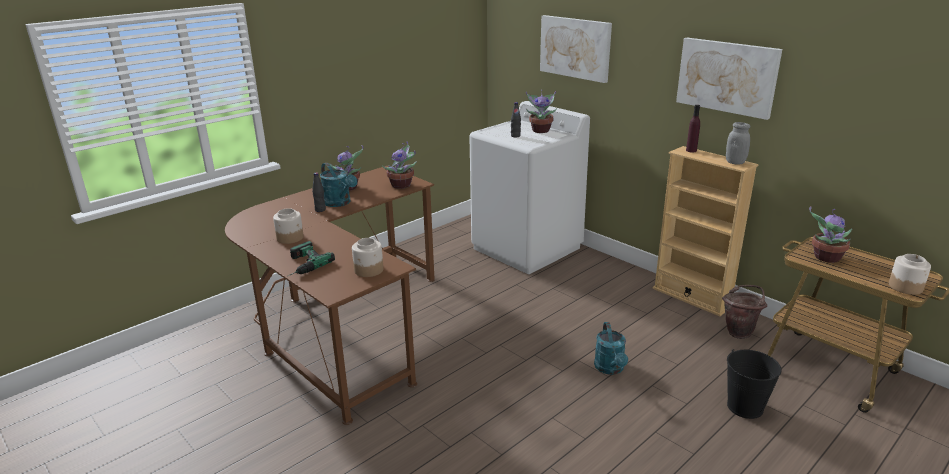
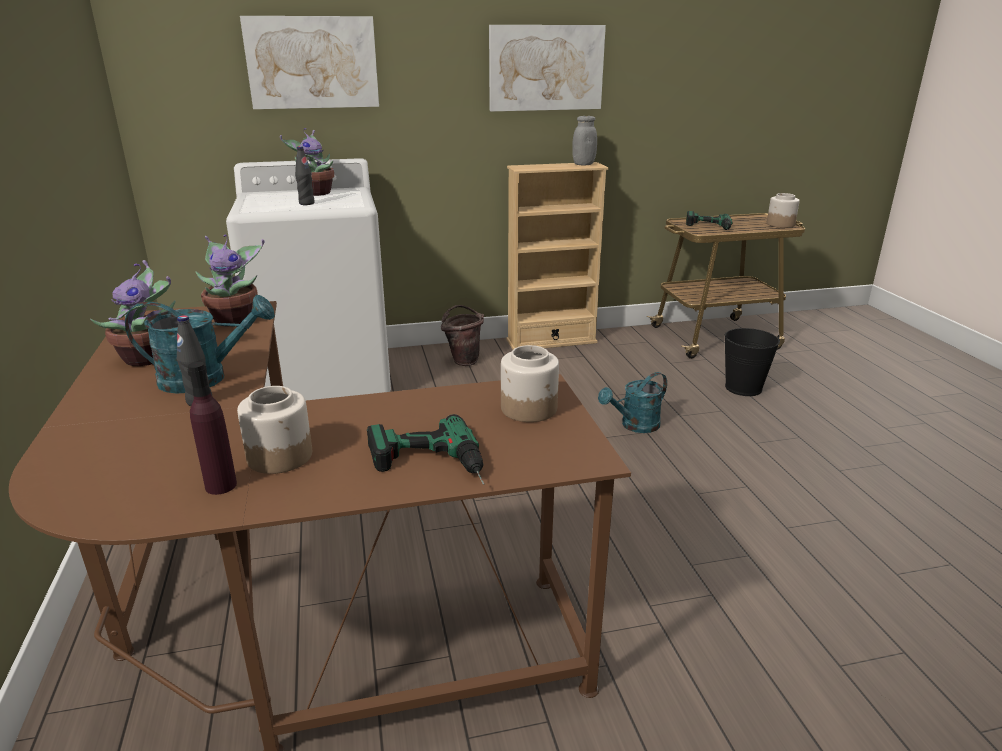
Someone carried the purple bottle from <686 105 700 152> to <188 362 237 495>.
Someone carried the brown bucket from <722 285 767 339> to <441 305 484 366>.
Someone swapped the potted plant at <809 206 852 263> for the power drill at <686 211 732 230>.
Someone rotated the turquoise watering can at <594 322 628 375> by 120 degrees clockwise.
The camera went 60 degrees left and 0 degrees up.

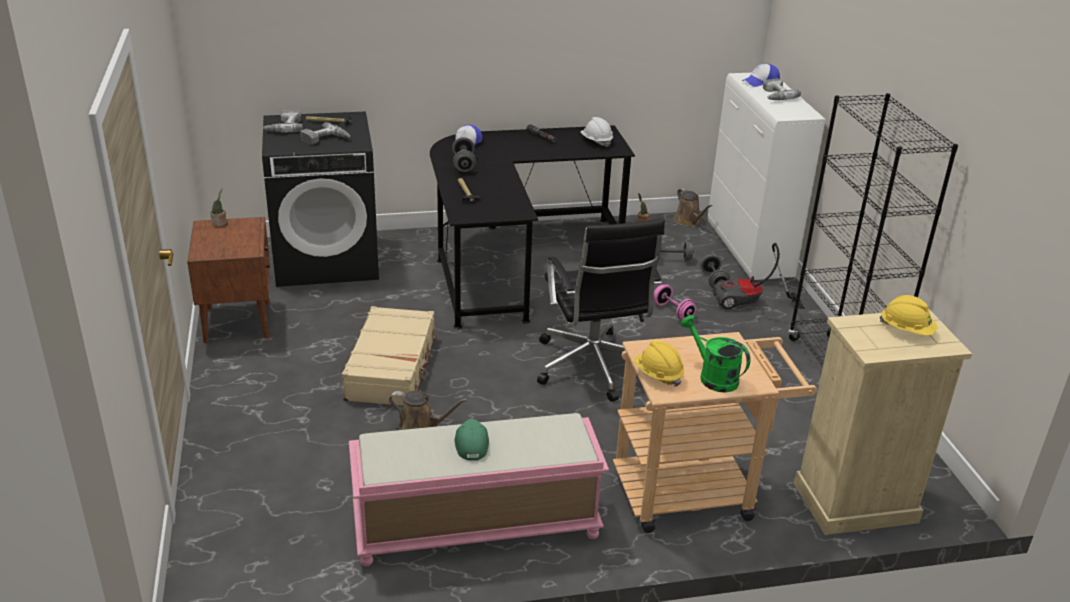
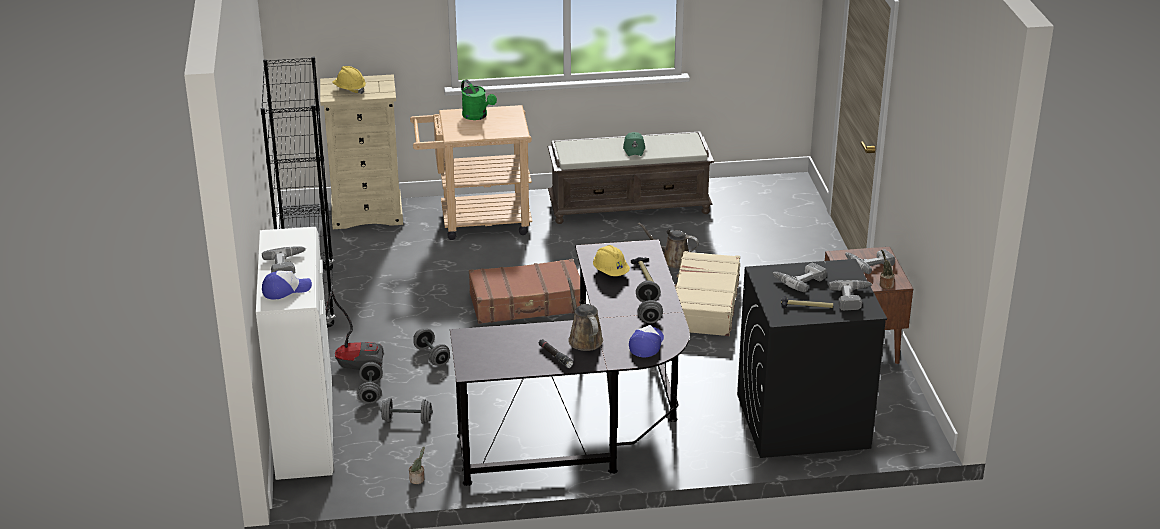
Someone took away the white hard hat at <581 117 613 147>.
Someone put down the power drill at <845 249 895 274>.
Someone carried the yellow hard hat from <633 340 684 387> to <593 245 630 276>.
Someone carried the brown watering can from <674 188 712 226> to <567 278 603 351>.
Someone swapped the black office chair at <537 218 665 402> for the brown suitcase at <469 259 580 324>.
Someone repainted the pink bench at <349 413 609 566>, which became the brown bench at <548 131 714 224>.
Someone repainted the pink dumbbell at <654 285 696 320>, which became the grey dumbbell at <413 328 450 366>.
The camera went 175 degrees left and 0 degrees up.

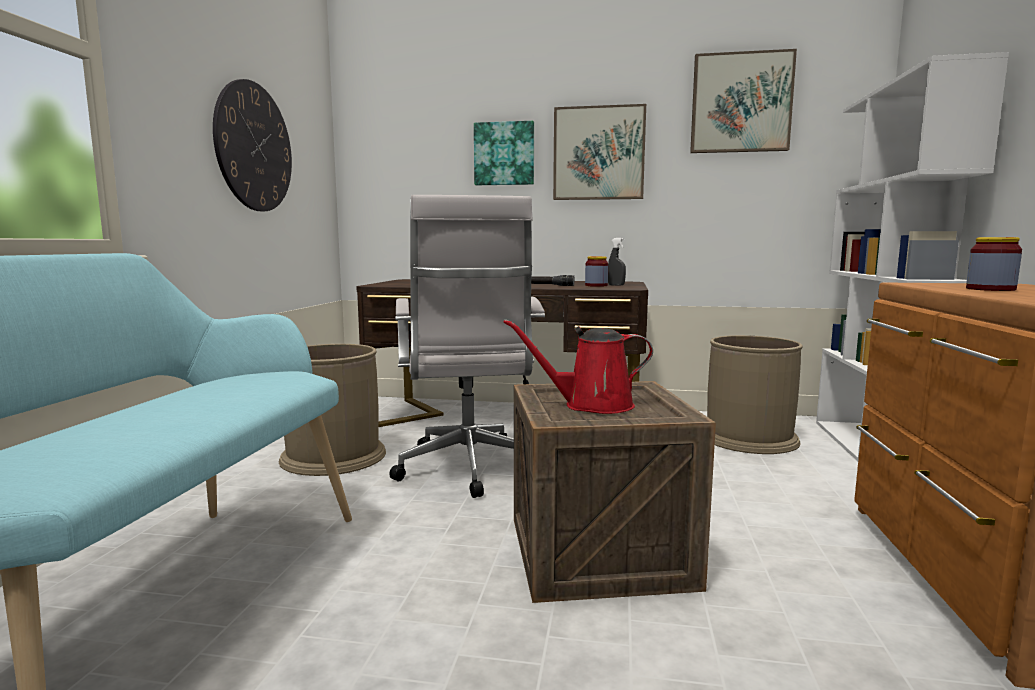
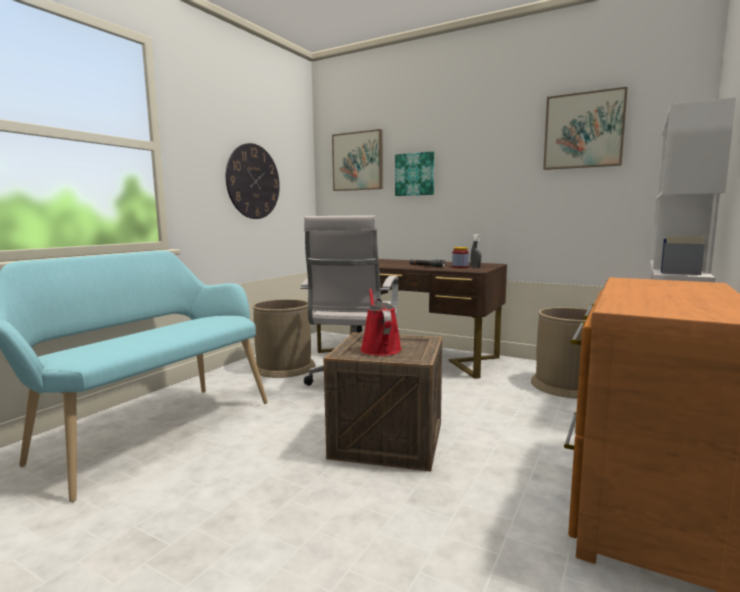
Someone took away the jar at <966 237 1022 291>.
Someone carried the picture from <553 104 646 200> to <332 129 383 191>.
Someone rotated the red watering can at <503 319 653 414> by 60 degrees clockwise.
The camera went 20 degrees right and 0 degrees up.

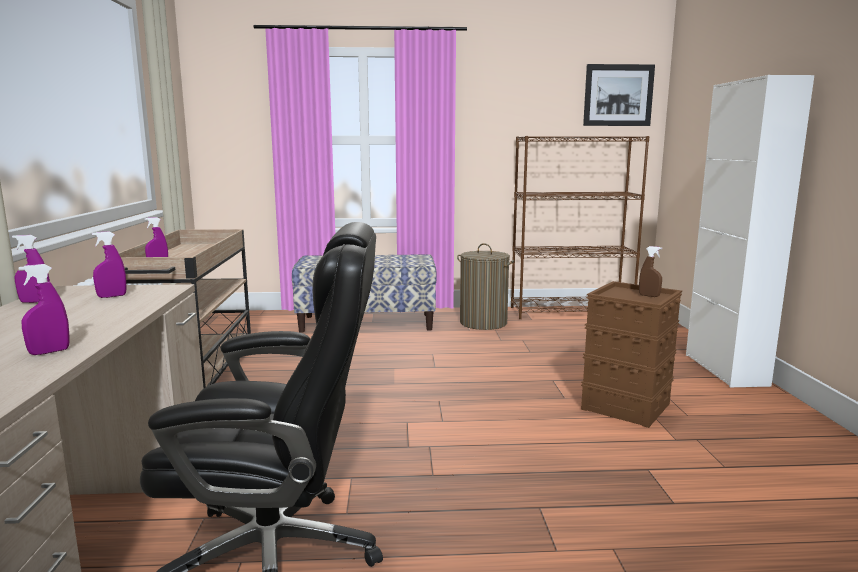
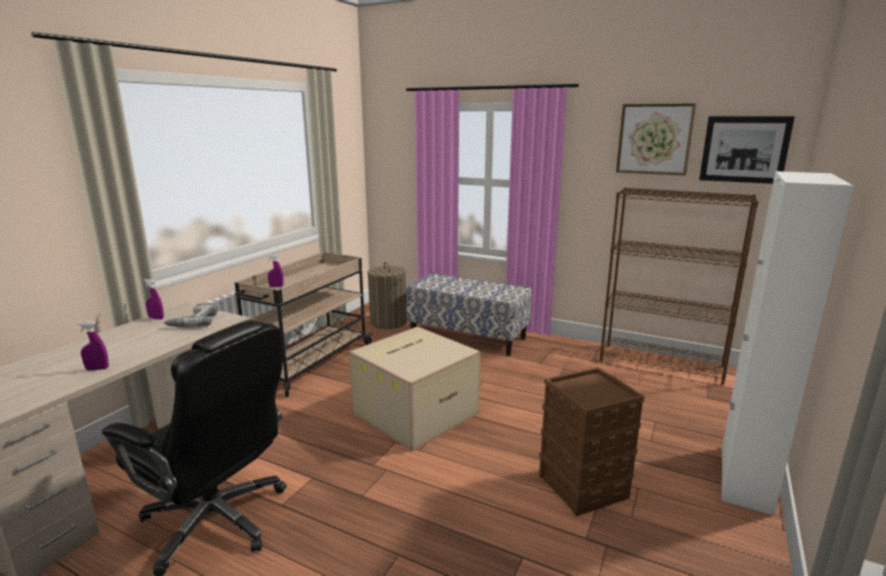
Someone took away the brown spray bottle at <639 246 662 297>.
Someone put down the cardboard box at <349 326 481 451>.
Someone put up the picture at <616 103 696 175>.
Someone carried the laundry basket from <457 243 514 330> to <368 262 407 329>.
Someone swapped the purple spray bottle at <92 231 126 298> for the power drill at <164 303 218 327>.
The camera went 30 degrees right and 5 degrees up.

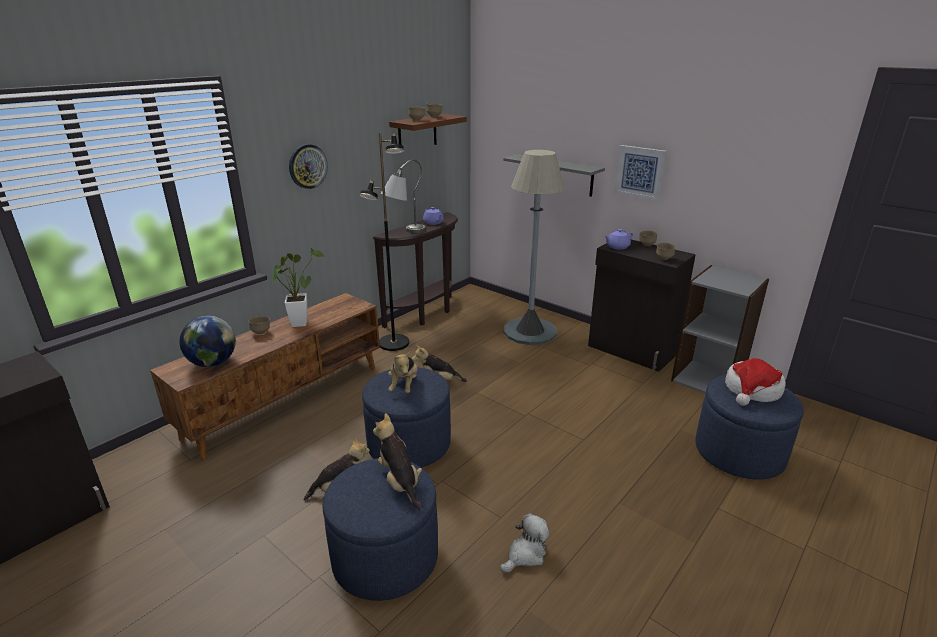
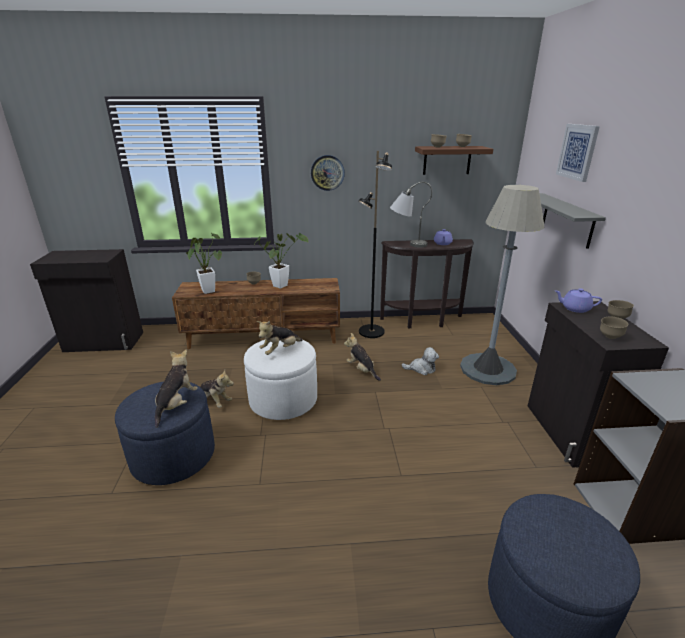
Someone took away the hat at <725 358 786 406>.
Someone carried the plush toy from <500 513 549 573> to <402 347 439 375>.
Someone carried the picture from <614 145 667 201> to <556 124 600 182>.
Someone swapped the globe at <179 316 236 367> for the potted plant at <186 233 222 294>.
Someone repainted the blue ottoman at <362 367 451 468>, which became the white ottoman at <244 340 317 420>.
The camera went 45 degrees right and 0 degrees up.

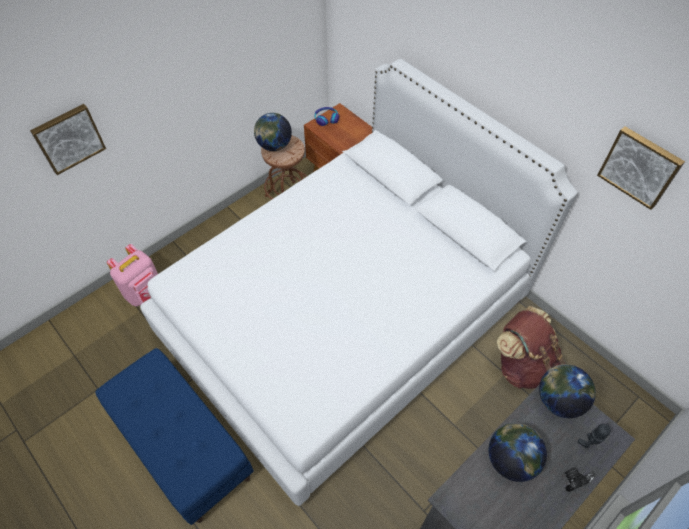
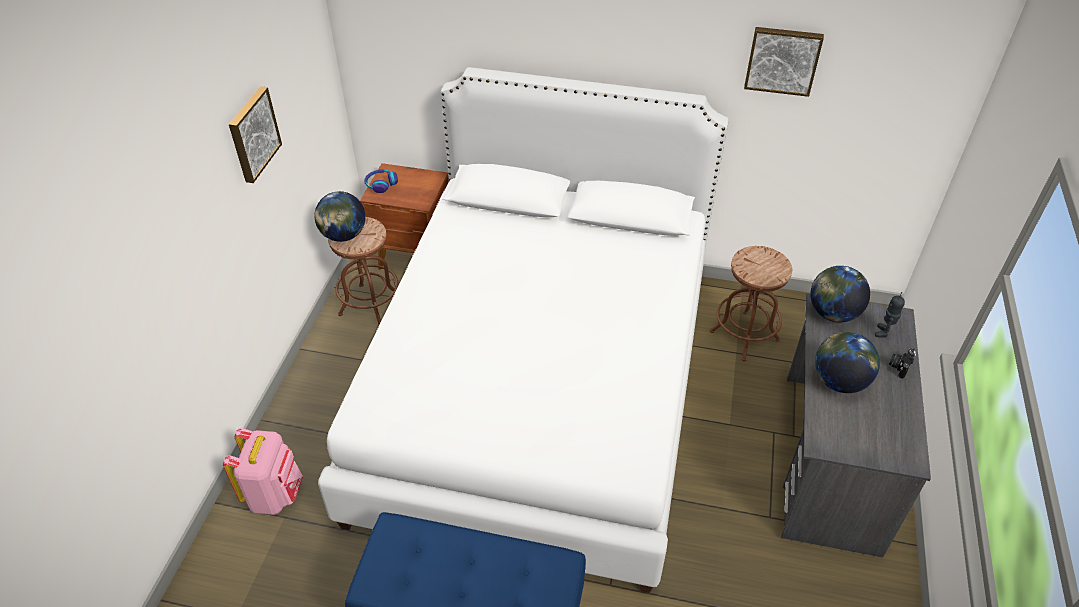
Someone carried the picture from <30 104 106 175> to <229 86 282 183>.
Someone swapped the brown backpack at <497 306 565 389> for the brown stool at <710 246 792 362>.
The camera went 35 degrees left and 10 degrees down.

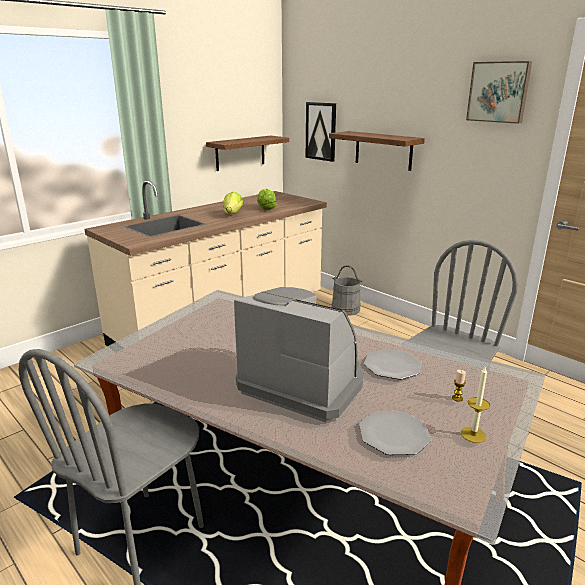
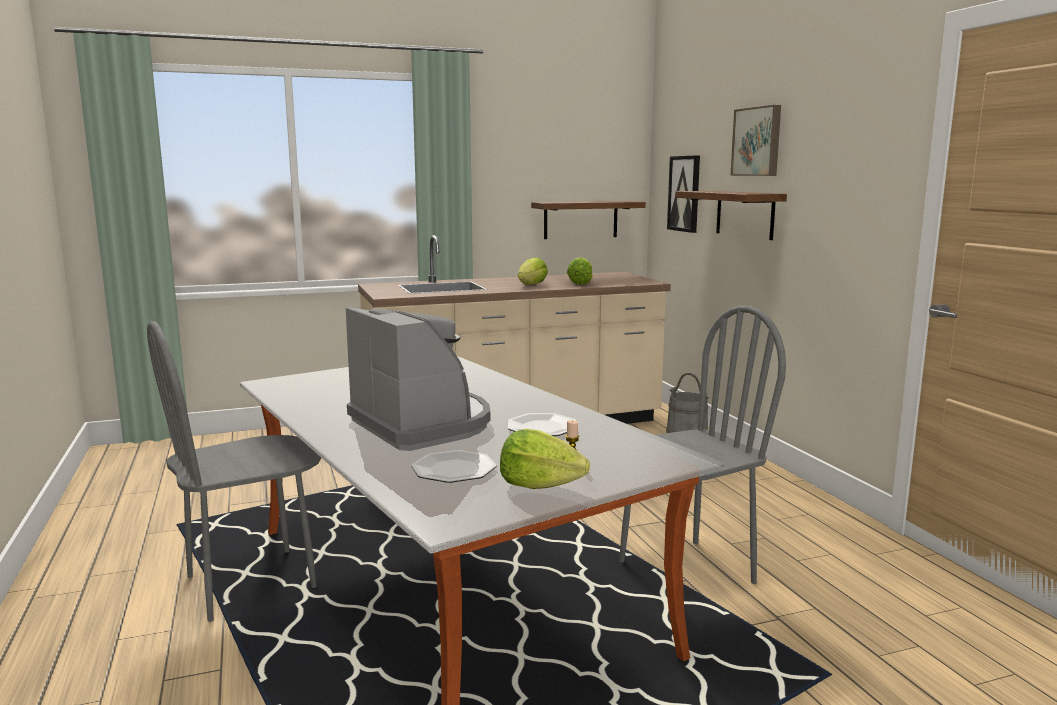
Someone carried the picture from <466 61 532 124> to <730 105 781 176>.
Someone swapped the candle at <461 367 490 443> for the lettuce at <500 429 590 489>.
The camera went 25 degrees right and 10 degrees down.

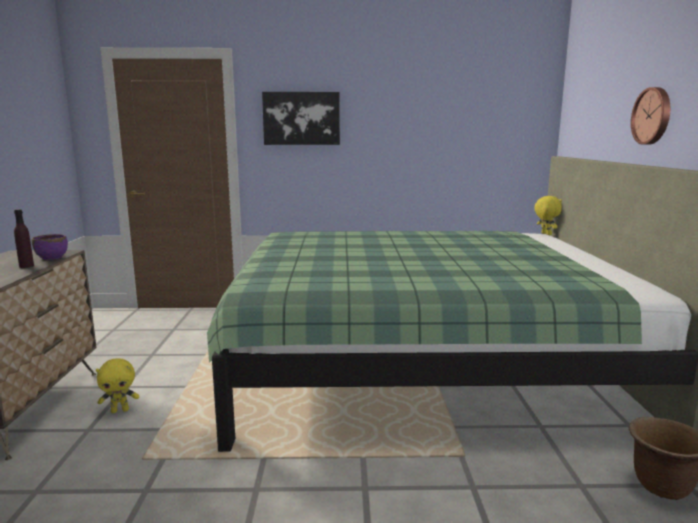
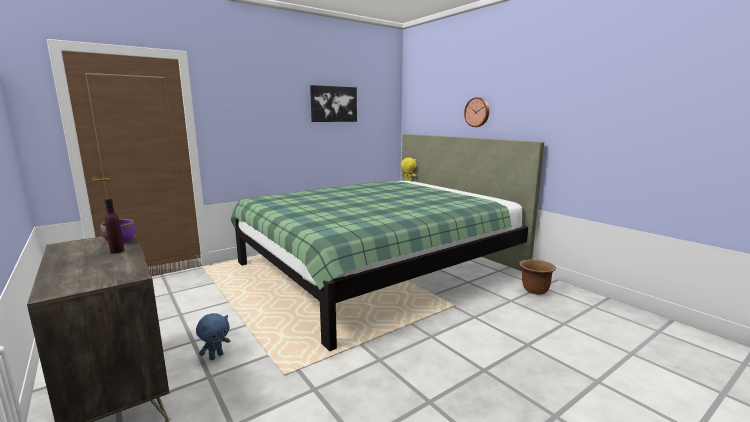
Someone carried the picture from <262 92 340 145> to <310 85 357 122>.
Someone repainted the yellow plush toy at <96 358 139 413>, which became the blue plush toy at <196 313 230 360>.
The camera went 35 degrees left and 0 degrees up.

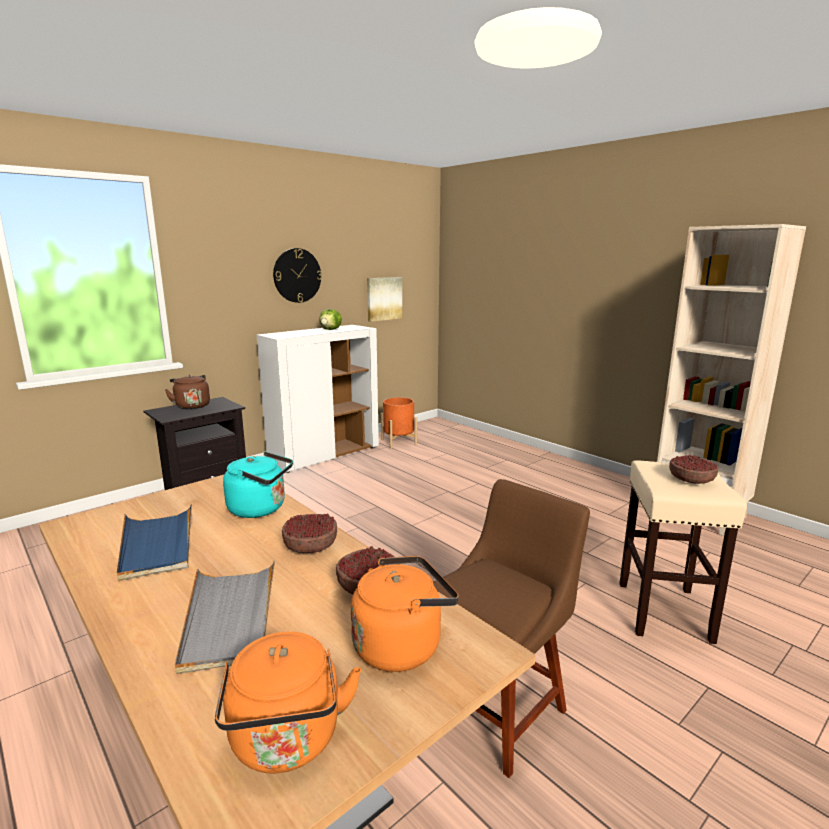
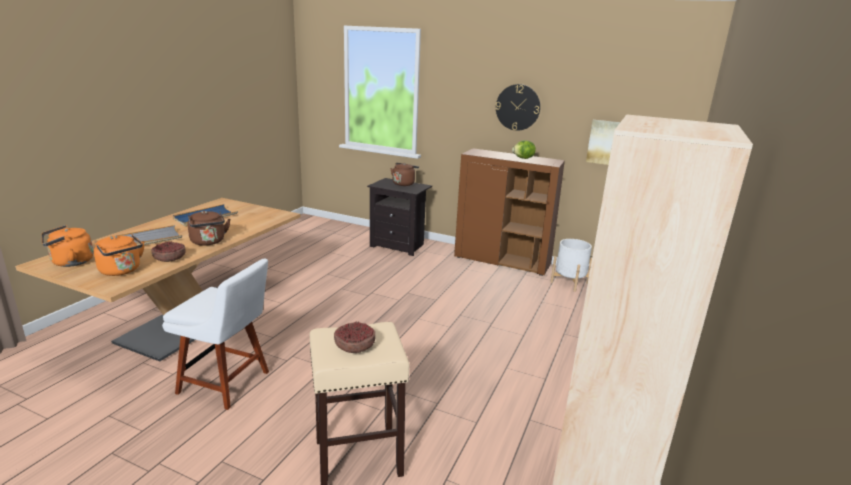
Someone took away the turquoise kettle at <223 451 293 518>.
Someone swapped the bowl at <282 513 337 553> for the brown kettle at <188 211 231 246>.
Someone repainted the white cabinet at <257 325 379 473>, which became the brown cabinet at <454 148 565 276>.
Someone repainted the orange planter at <381 397 417 448>, which became the white planter at <551 239 592 292>.
Someone repainted the brown chair at <433 479 590 778>, which became the white chair at <162 258 269 410>.
The camera went 65 degrees right and 5 degrees up.

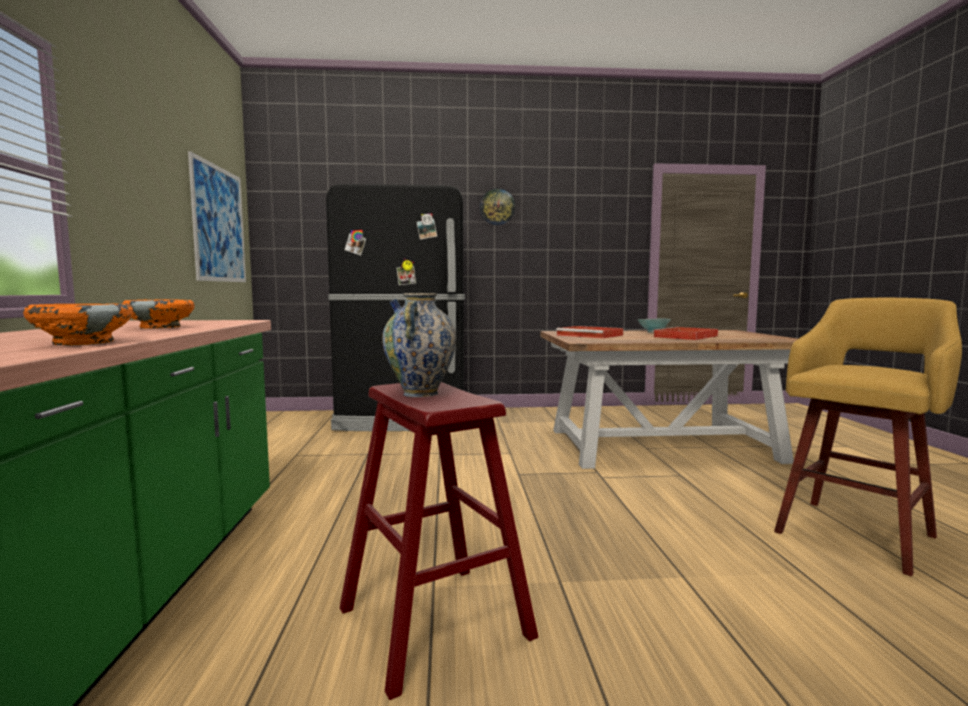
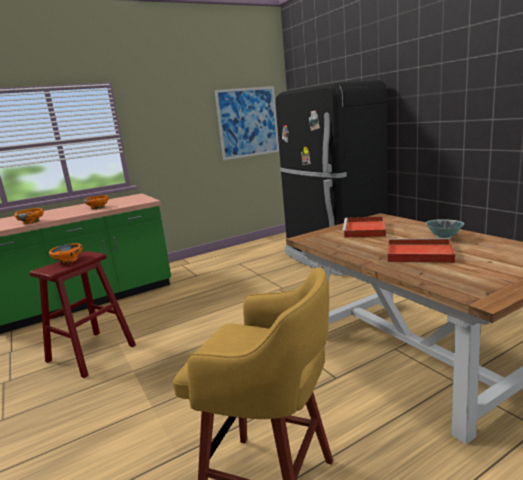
Someone took away the wall clock at <480 189 515 225>.
Someone swapped the vase at <382 293 456 397> for the orange bowl at <49 243 83 264>.
The camera went 65 degrees right and 10 degrees up.

